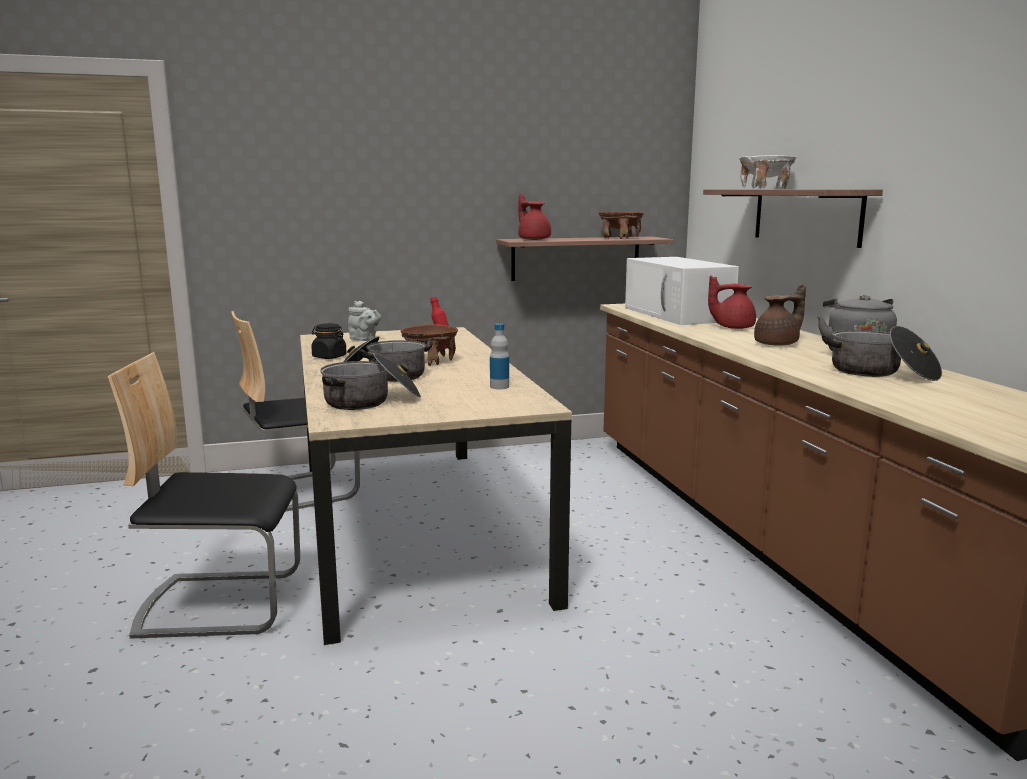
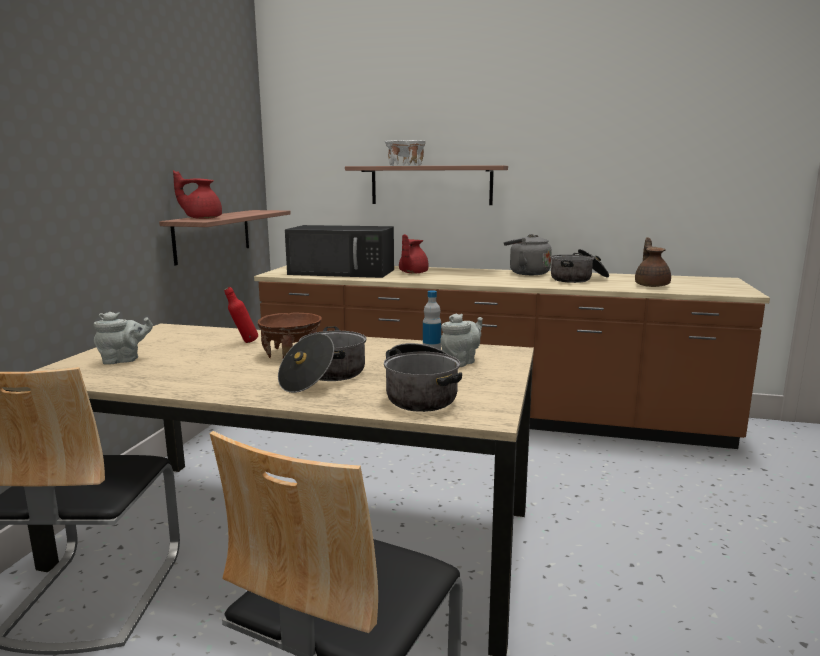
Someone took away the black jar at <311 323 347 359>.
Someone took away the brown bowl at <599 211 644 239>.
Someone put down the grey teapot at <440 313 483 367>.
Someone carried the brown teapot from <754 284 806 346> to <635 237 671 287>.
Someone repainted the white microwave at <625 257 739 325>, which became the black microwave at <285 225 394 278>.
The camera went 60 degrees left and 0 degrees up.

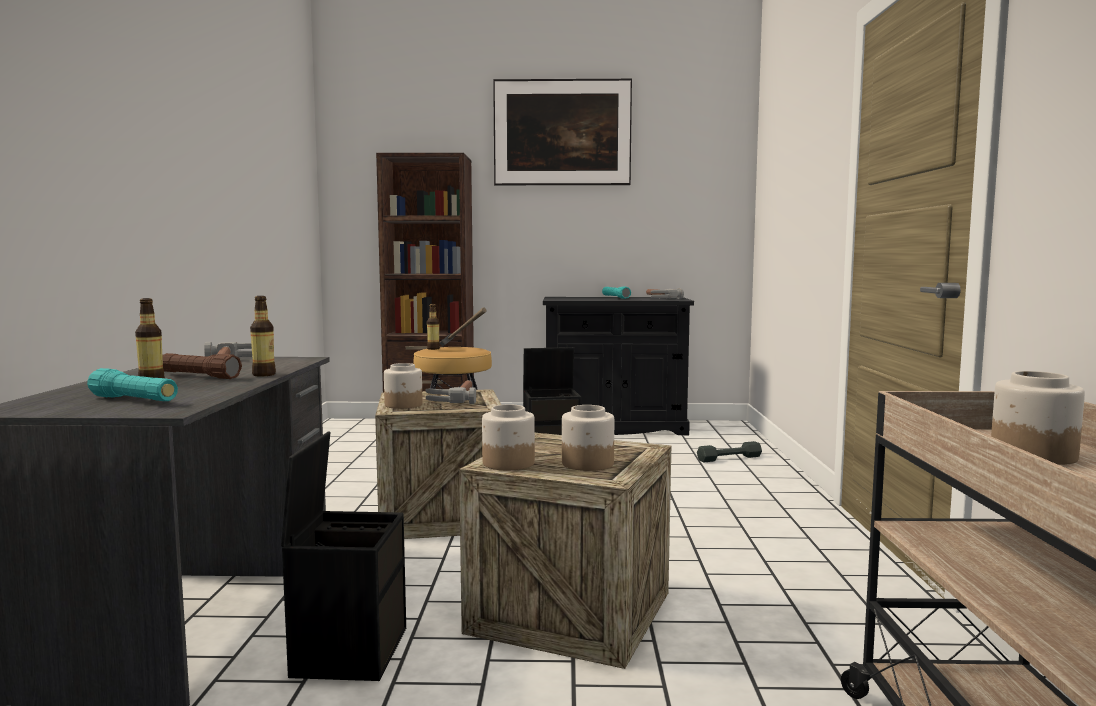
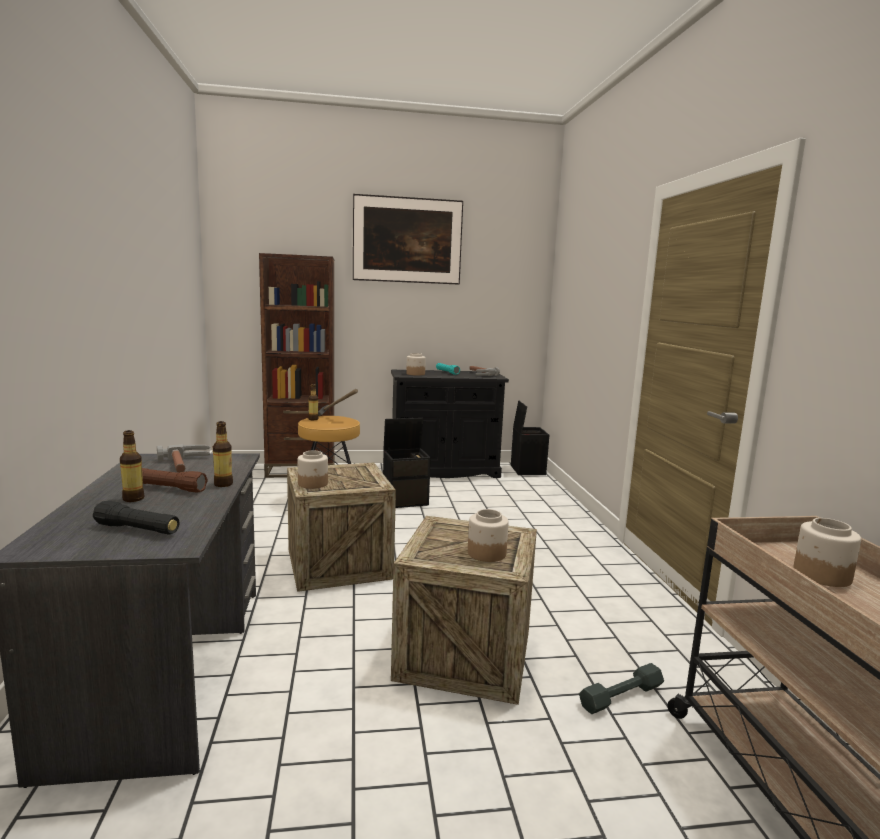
Someone took away the hammer at <425 380 476 404>.
Someone carried the black storage box from <281 431 406 681> to <511 400 549 475>.
Someone carried the jar from <482 404 535 470> to <406 353 426 376>.
Someone carried the grey dumbbell from <697 441 762 462> to <579 663 664 714>.
Someone repainted the turquoise flashlight at <87 368 178 401>, which became the black flashlight at <93 500 180 535>.
The camera went 10 degrees left and 5 degrees up.

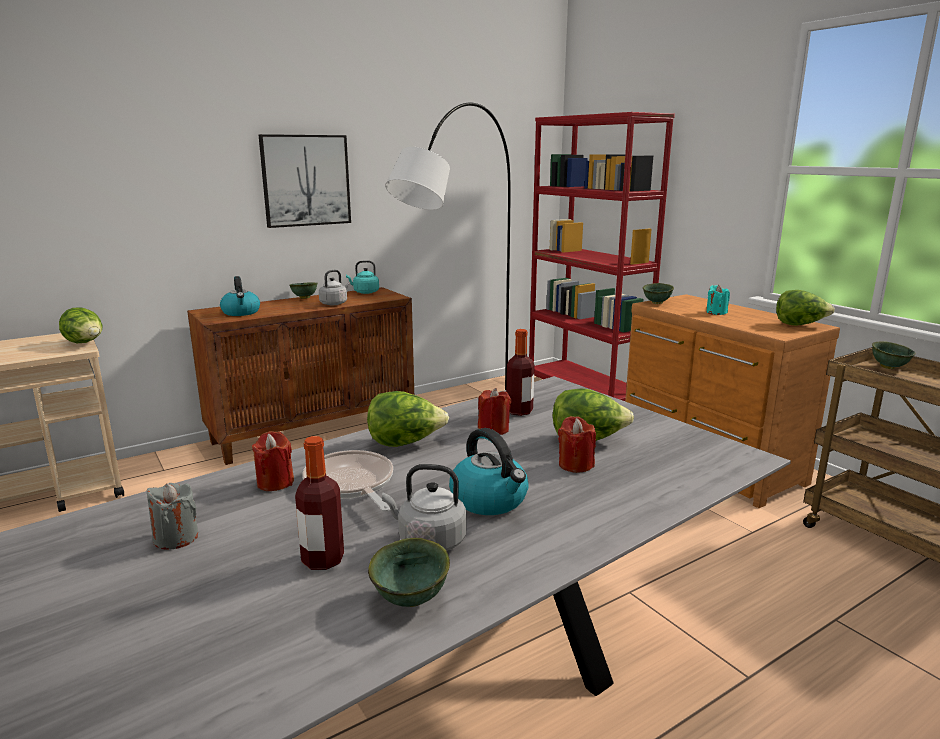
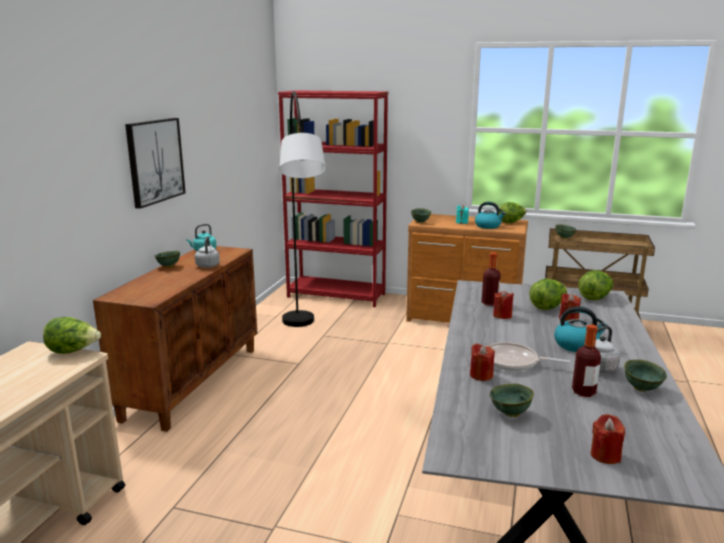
Someone put down the red candle at <591 414 625 464>.
Someone carried the kettle from <220 276 260 316> to <475 202 506 229>.
Someone carried the lettuce from <367 391 449 447> to <578 270 613 300>.
Someone swapped the grey candle at <147 483 199 550> for the green bowl at <490 384 534 417>.
The camera went 40 degrees left and 0 degrees up.

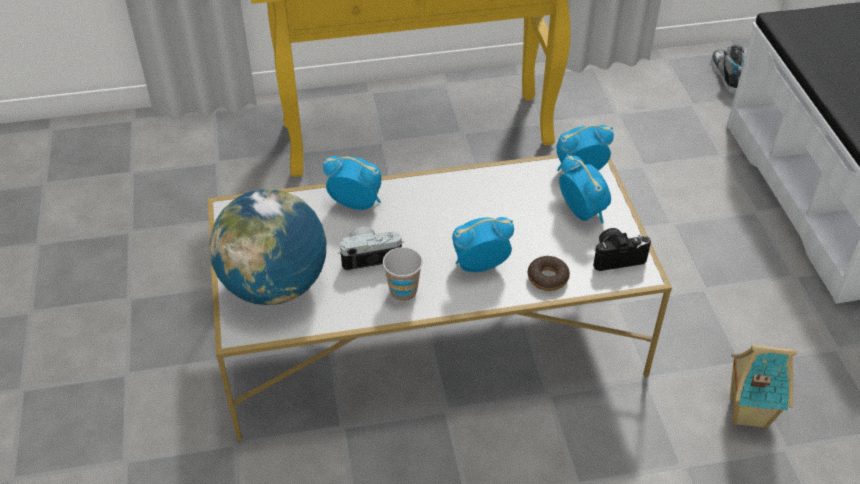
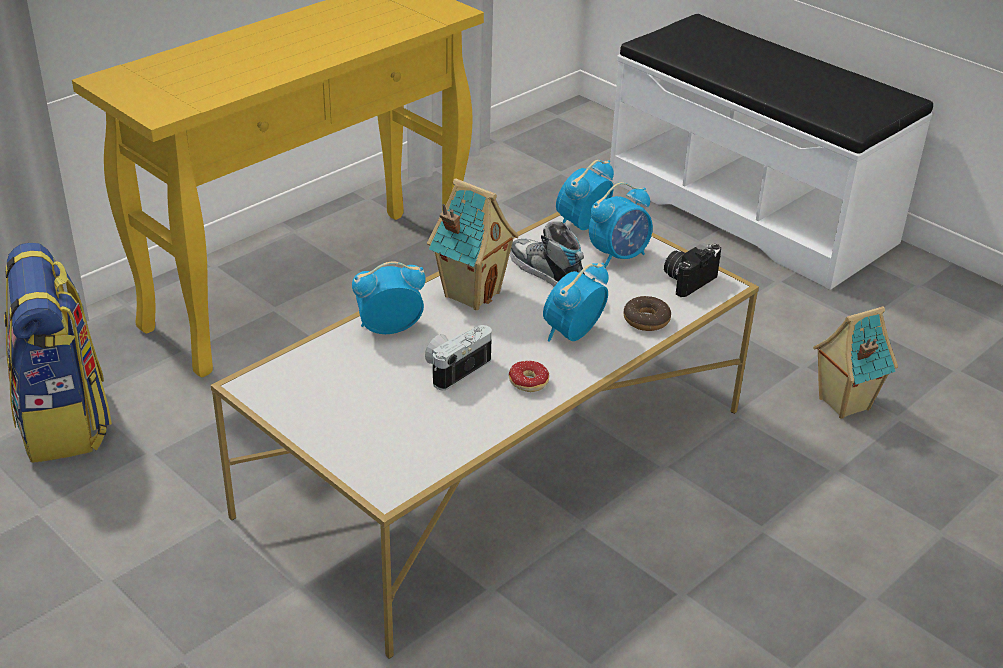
Someone took away the globe at <209 189 326 305>.
Someone put down the backpack at <4 243 112 463>.
Someone put down the toy house at <427 178 519 310>.
Someone carried the shoe from <711 44 745 94> to <510 222 585 287>.
Someone swapped the cup at <383 247 423 301> for the donut at <509 361 549 392>.
Someone rotated the alarm clock at <559 154 611 224> by 120 degrees clockwise.
The camera went 35 degrees left and 10 degrees down.

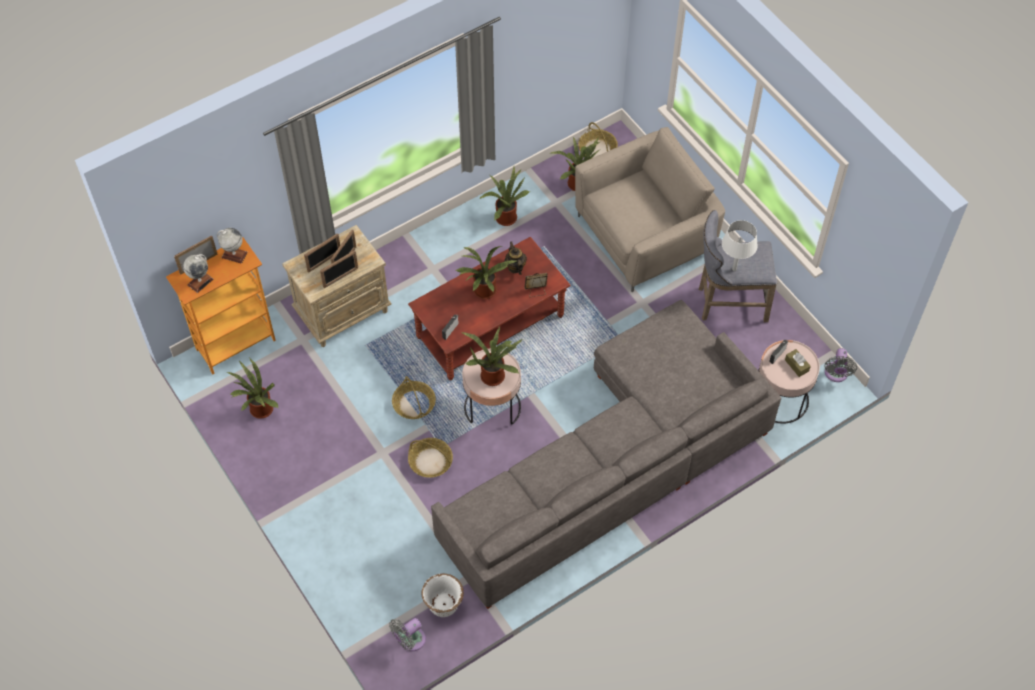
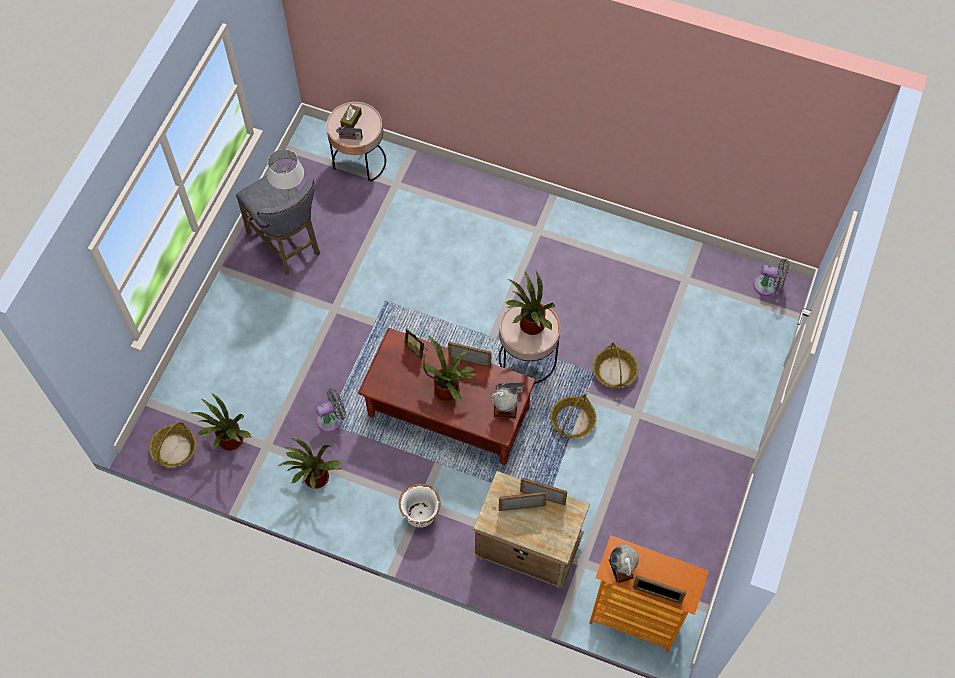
Someone took away the potted plant at <226 358 279 419>.
Someone took away the grey sofa at <431 300 781 609>.
Someone took away the teapot at <504 242 527 275>.
Someone took away the beige armchair at <575 127 725 292>.
Someone carried the globe from <183 254 213 293> to <491 386 519 418>.
Someone carried the picture frame from <304 233 340 273> to <448 342 492 368>.
Someone carried the white planter from <421 573 464 617> to <399 484 441 528>.
Someone carried the grey fan from <825 348 857 382> to <316 388 347 432>.
The camera went 125 degrees left and 5 degrees up.

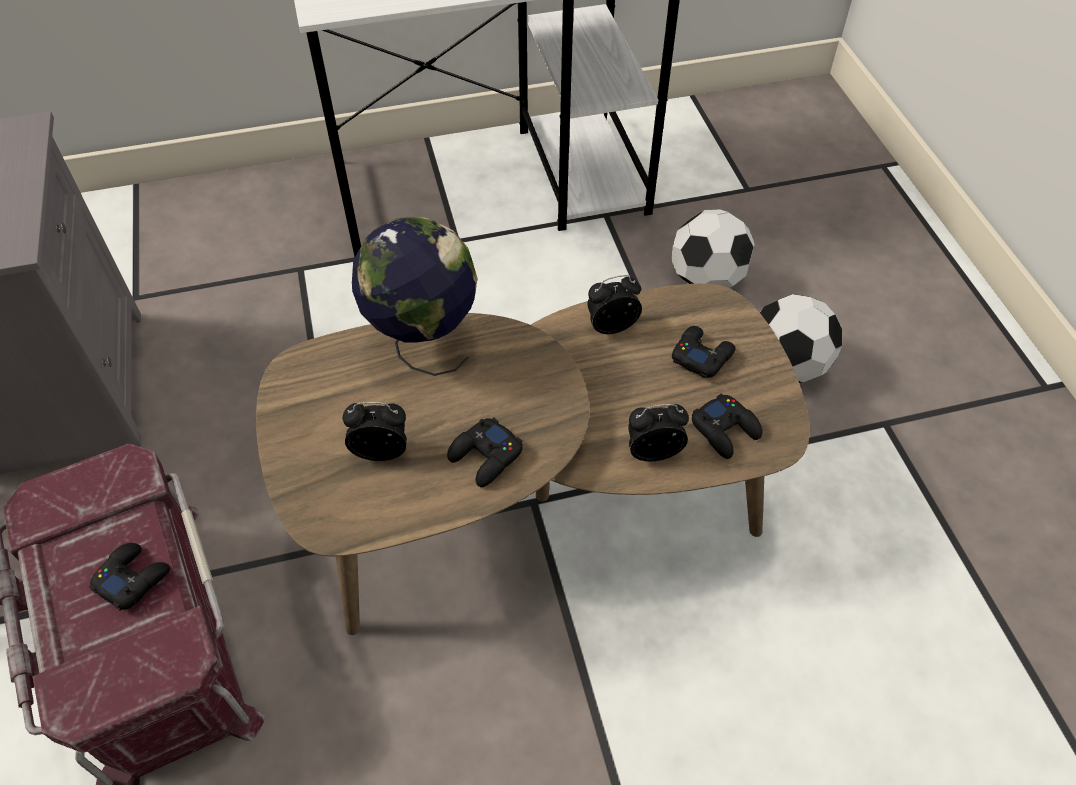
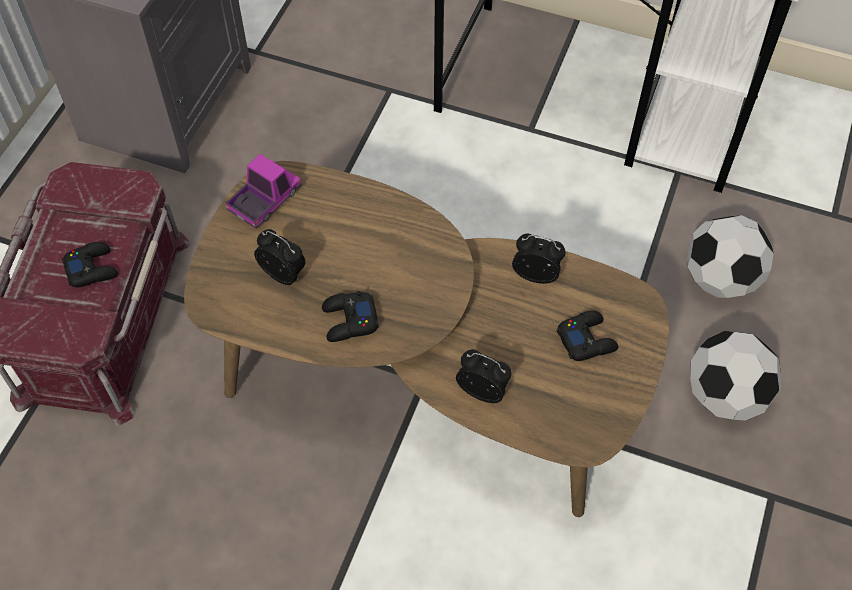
Someone took away the globe at <352 217 478 376>.
Someone took away the black game controller at <692 393 762 459>.
Someone put down the toy truck at <225 154 302 229>.
The camera went 35 degrees right and 5 degrees up.

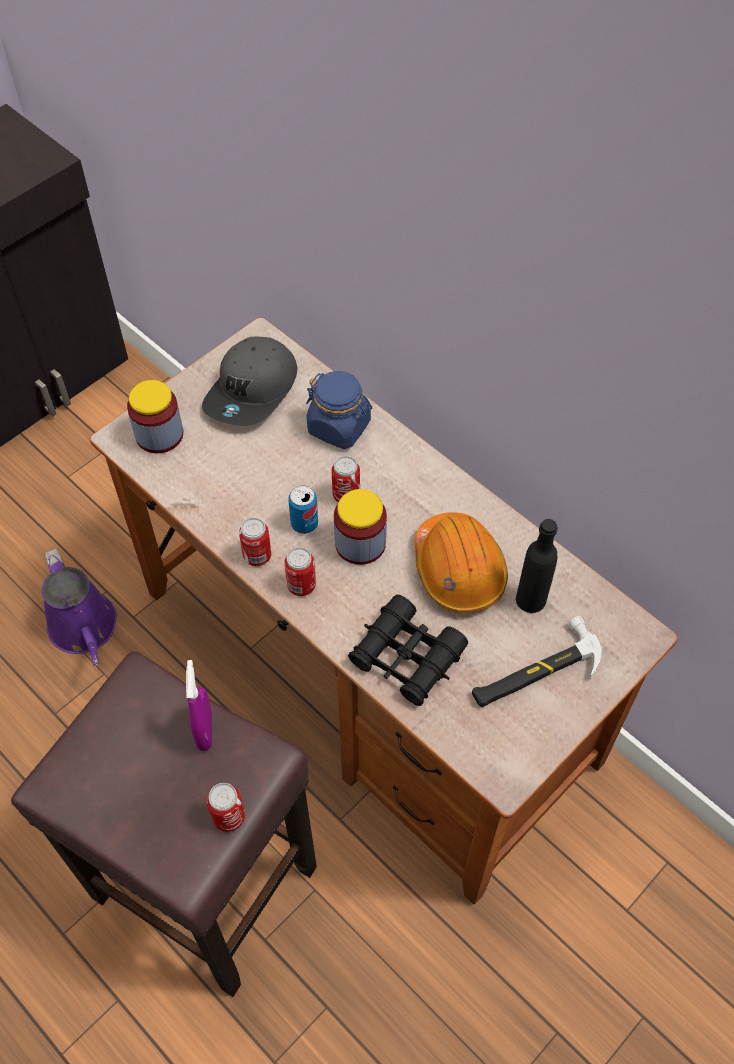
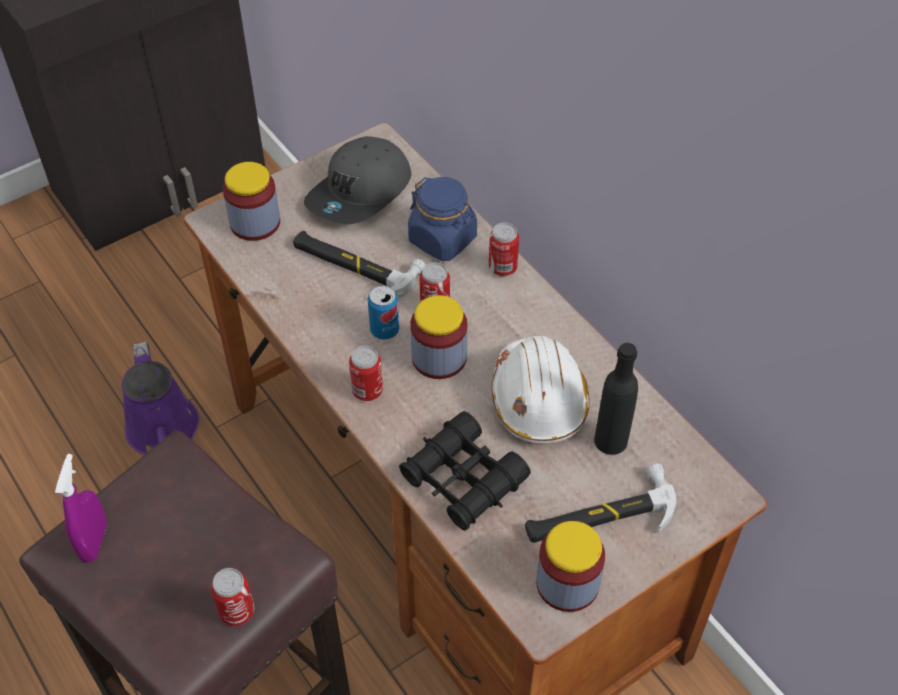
Someone put down the hammer at <293 231 426 298>.
Someone put down the jar at <536 521 605 612>.
Someone carried the purple spray bottle from <186 660 212 751> to <55 454 107 563>.
Someone carried the can from <239 517 271 566> to <489 223 519 276>.
Someone repainted the orange hard hat at <415 512 508 613>, which became the white hard hat at <491 336 590 443>.
The camera went 10 degrees right and 5 degrees down.

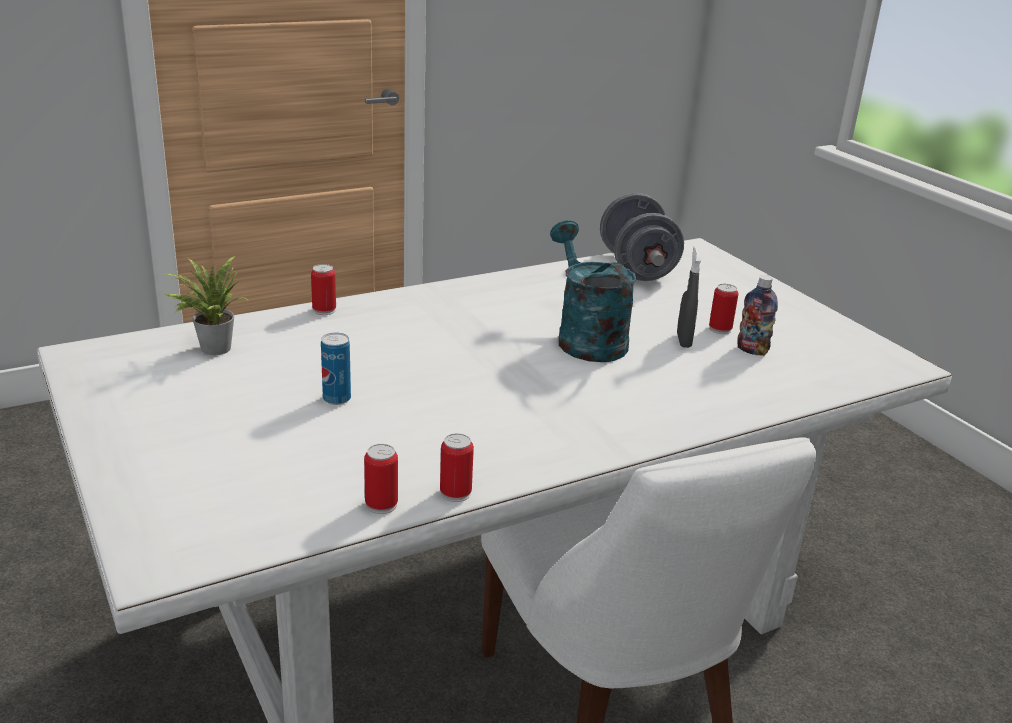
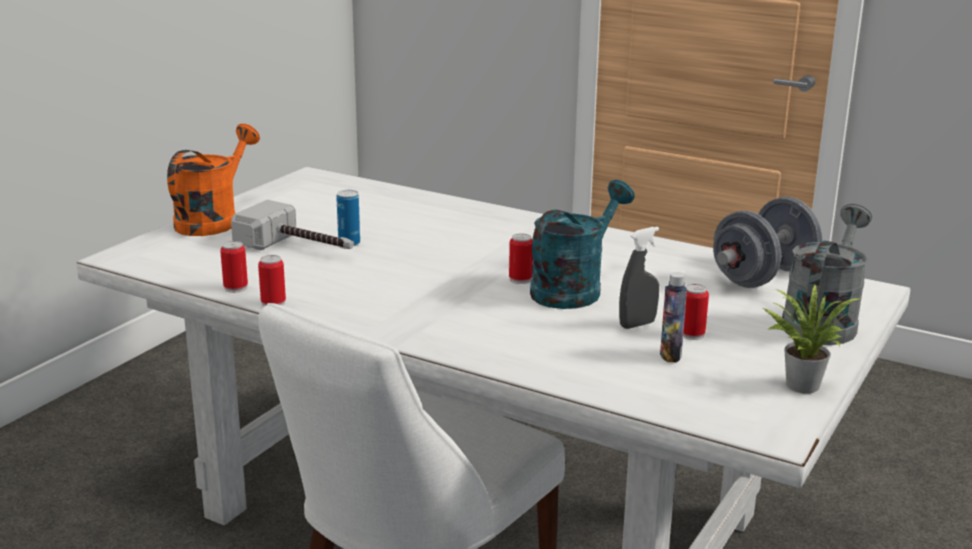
Someone put down the orange watering can at <167 124 260 236>.
Someone put down the hammer at <231 200 354 250>.
Someone put down the grey watering can at <782 203 872 345>.
Someone carried the potted plant from <163 256 248 355> to <763 284 861 394>.
Someone carried the can from <311 264 336 315> to <509 233 533 284>.
The camera went 60 degrees right and 5 degrees down.

